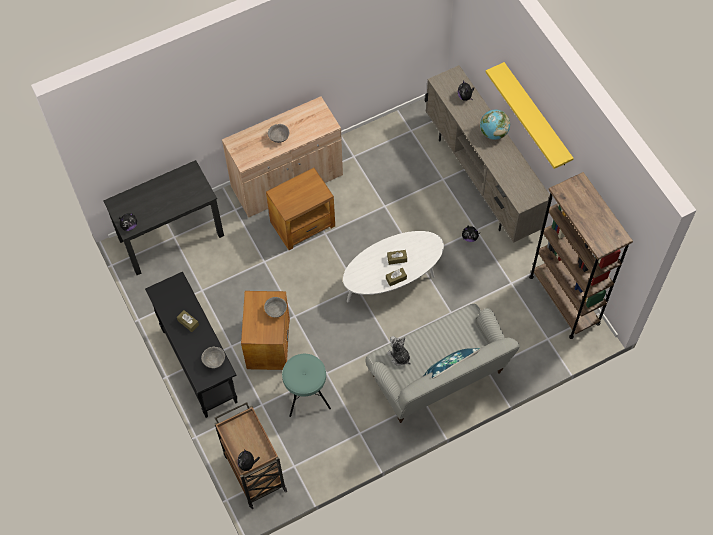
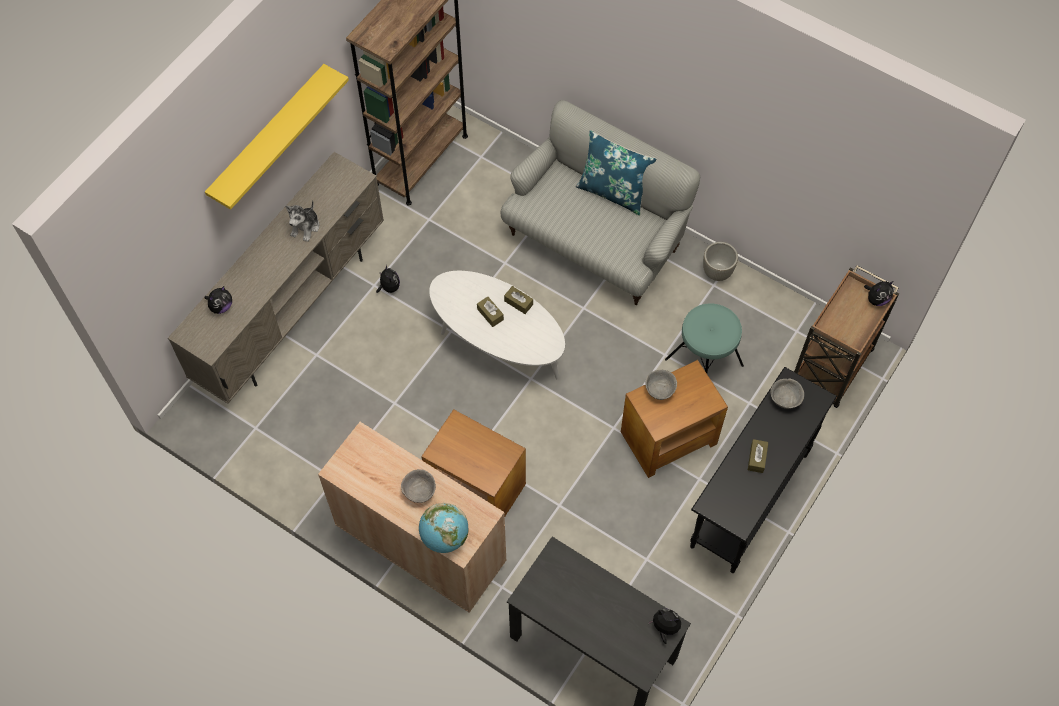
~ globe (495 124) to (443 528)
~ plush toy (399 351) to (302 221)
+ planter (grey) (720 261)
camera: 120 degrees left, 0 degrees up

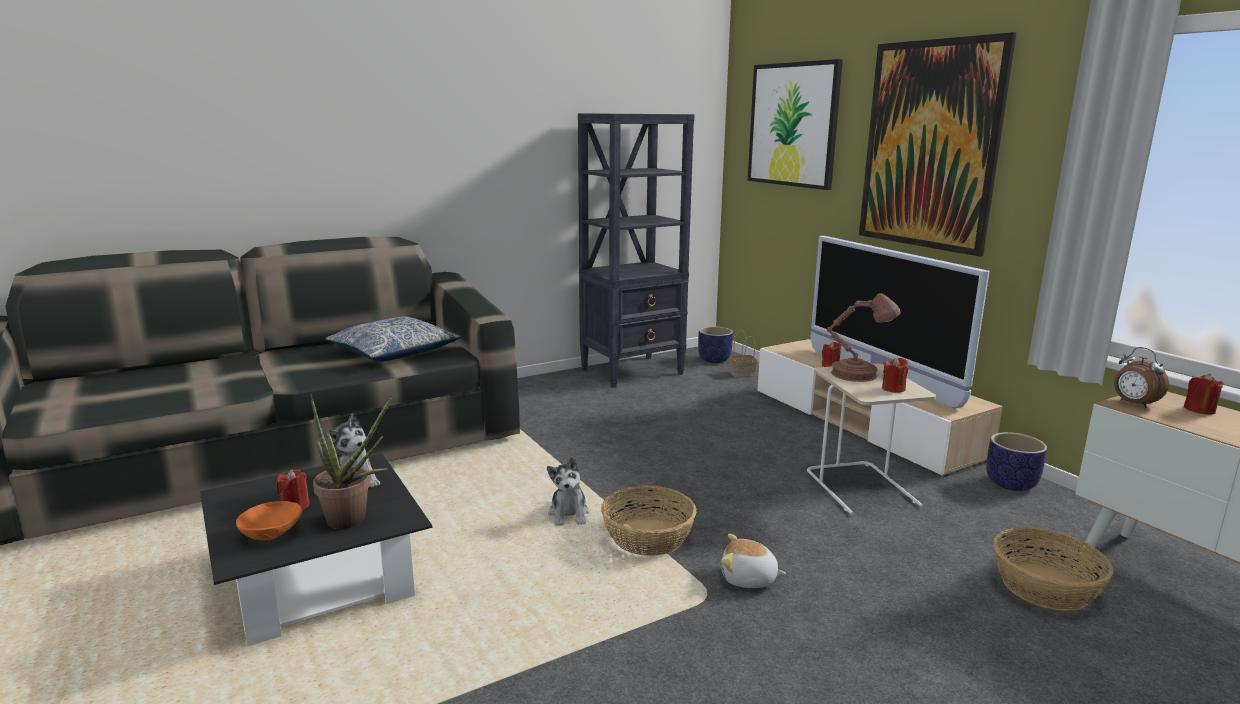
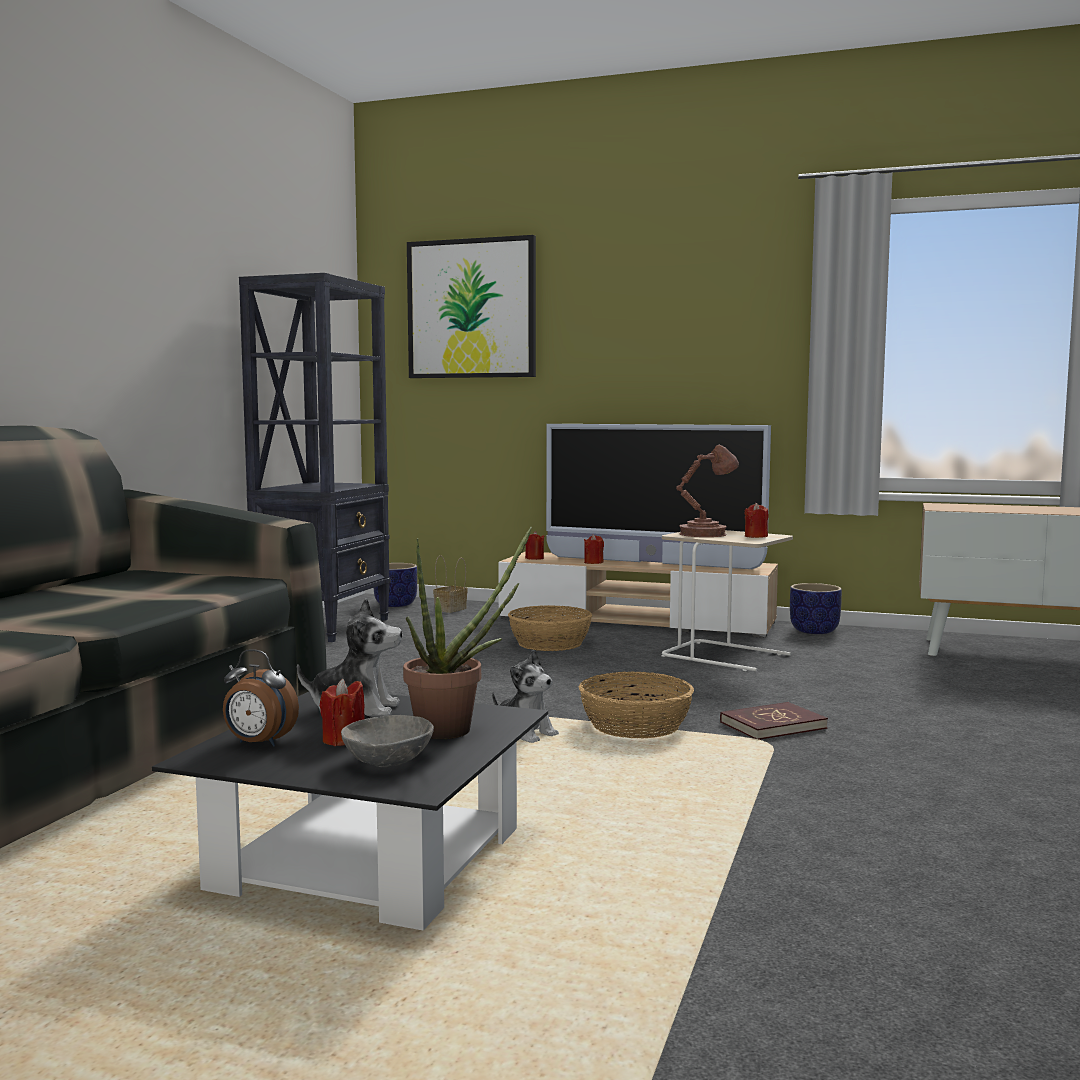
- picture (937 144)
- pillow (393 339)
~ alarm clock (1141 377) to (261 698)
~ candle (red) (1204 394) to (534 545)
~ bowl (orange) (269 521) to bowl (grey) (387 741)
~ basket (1053 569) to (550 628)
~ plush toy (753 561) to book (red) (774 721)
camera: 40 degrees left, 10 degrees down

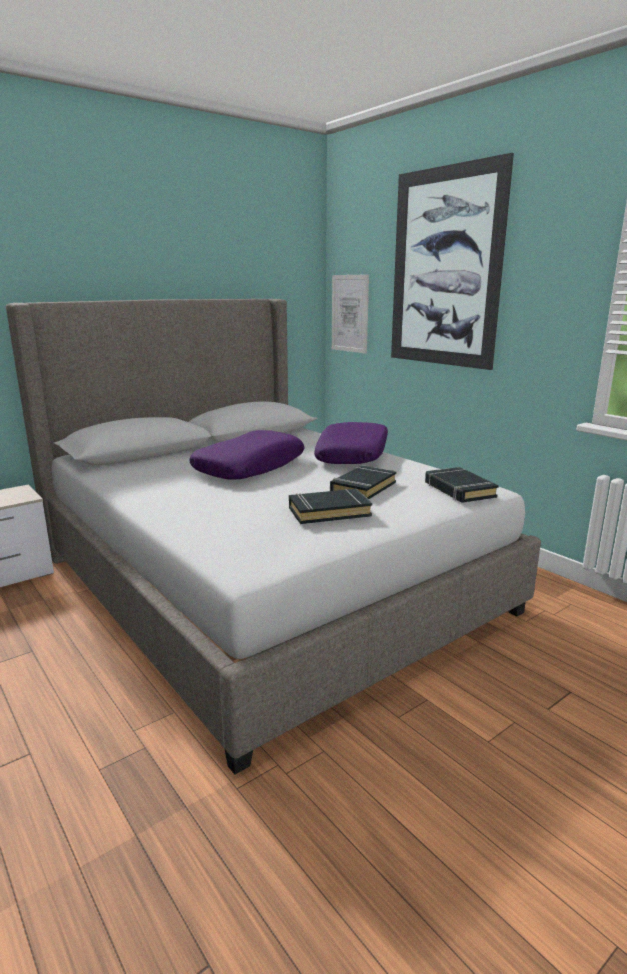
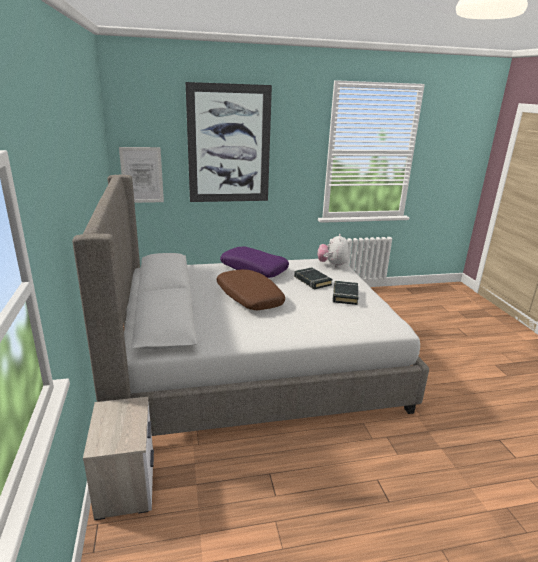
~ pillow (purple) (246 455) to pillow (brown) (250 289)
~ book (black) (462 485) to plush toy (333 251)
camera: 65 degrees left, 5 degrees up

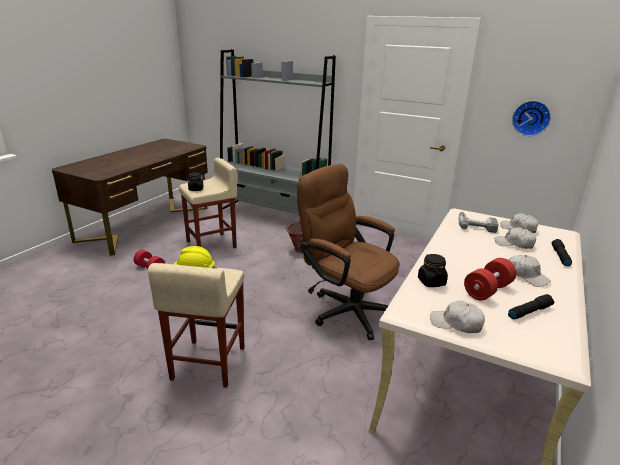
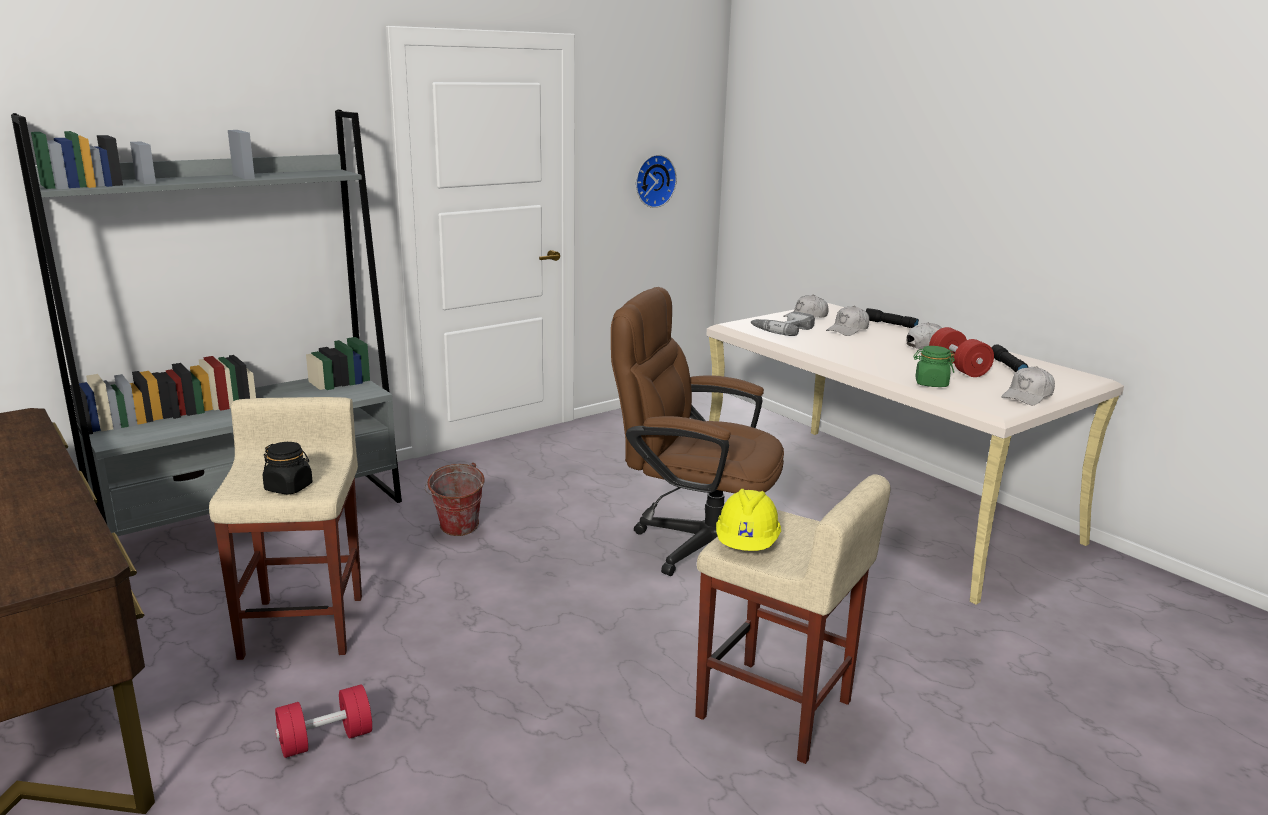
~ office chair (brown) (348 252) = (697 431) 45 degrees clockwise
~ jar (black) (433 270) to jar (green) (934 366)
camera: 65 degrees left, 5 degrees down

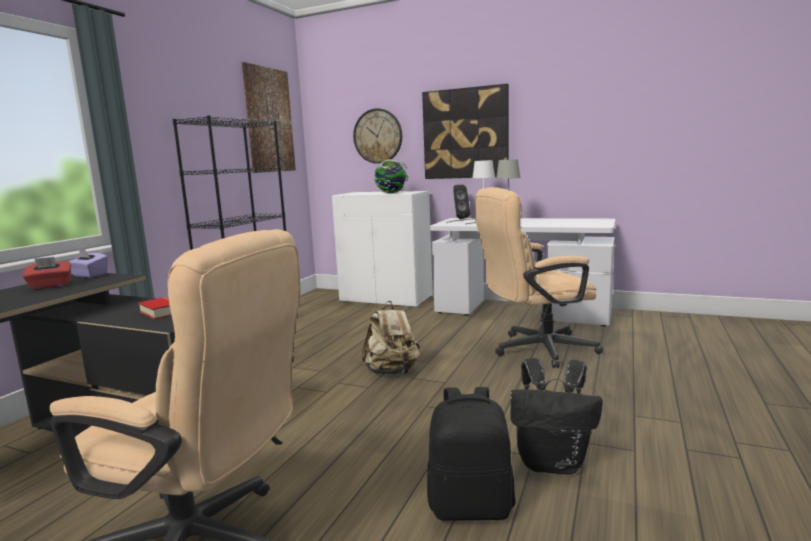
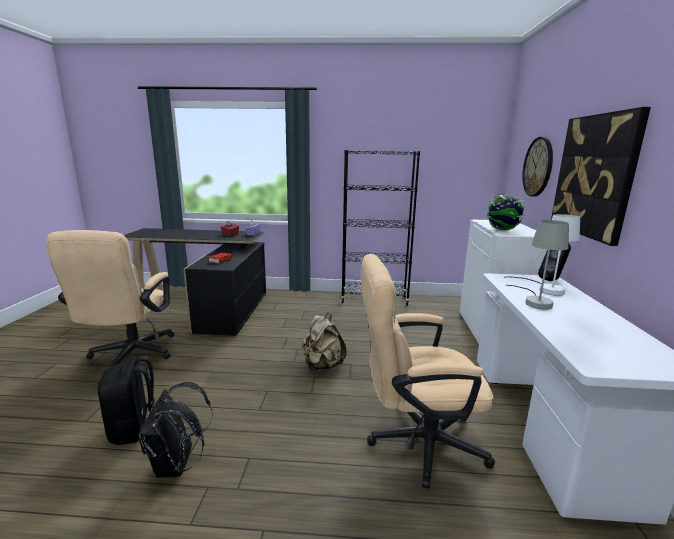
- picture (269 117)
~ office chair (beige) (539 277) = (428 371) 60 degrees counterclockwise
camera: 70 degrees right, 5 degrees up

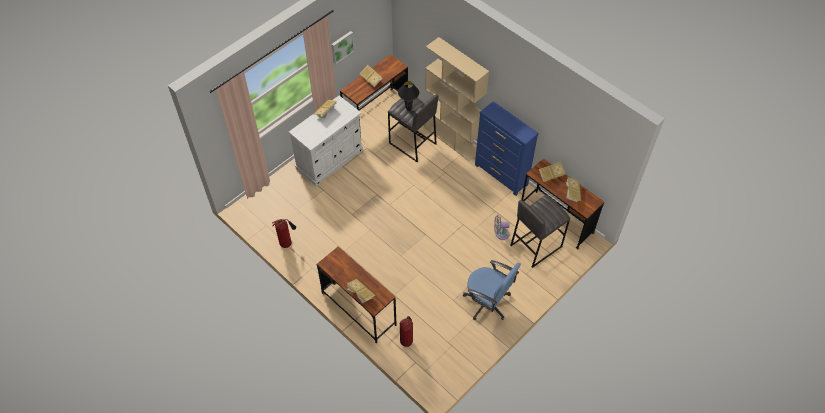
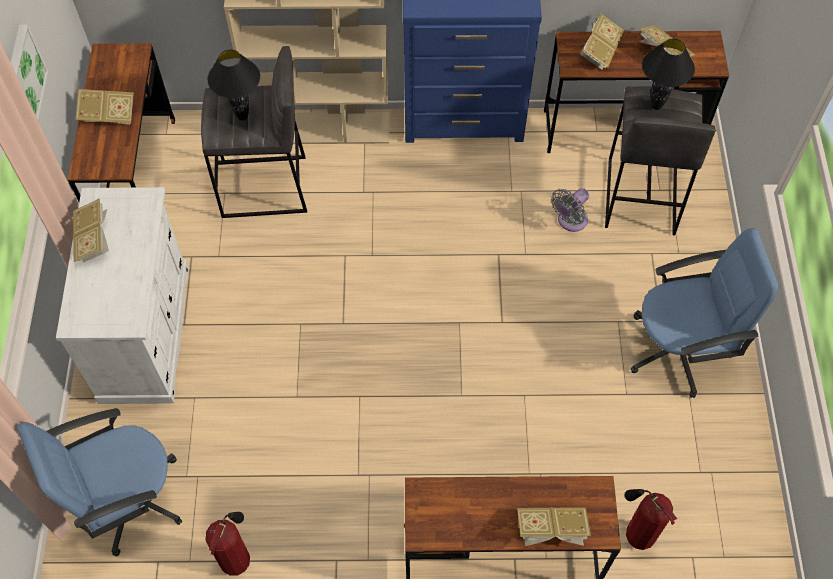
+ table lamp (black) (668 74)
+ office chair (blue) (99 482)
camera: 45 degrees left, 5 degrees up

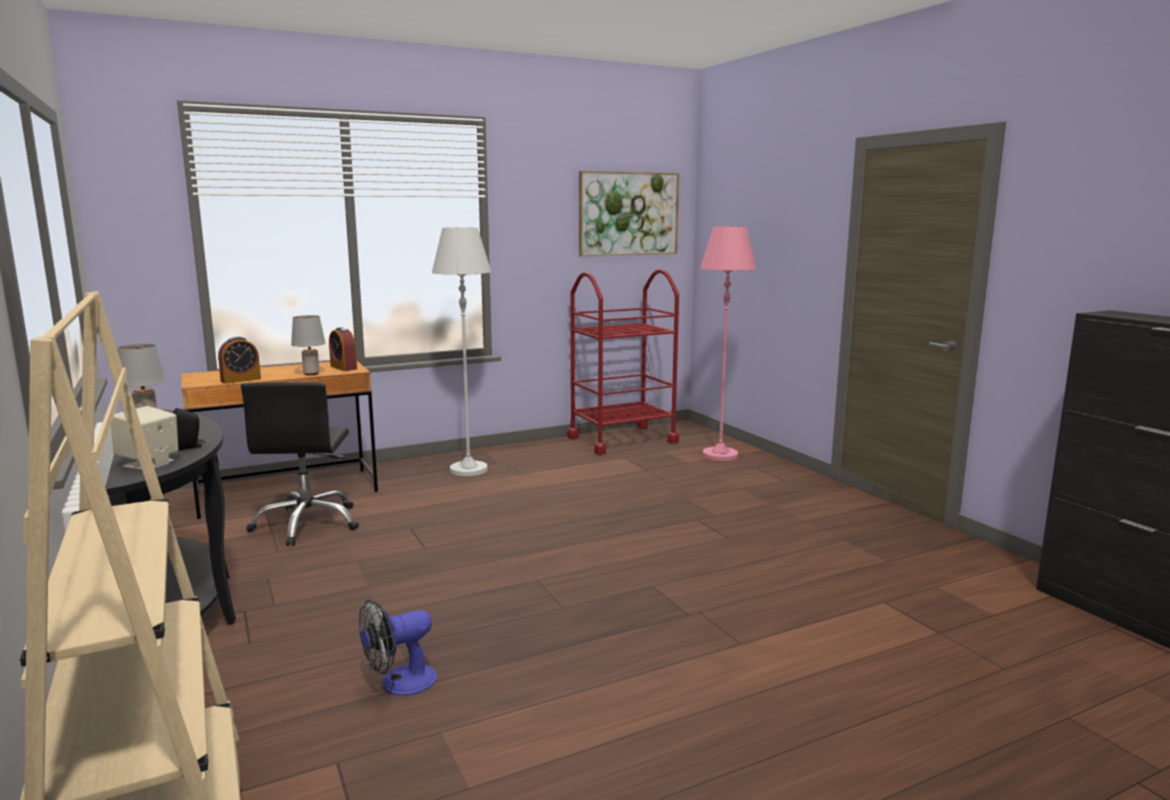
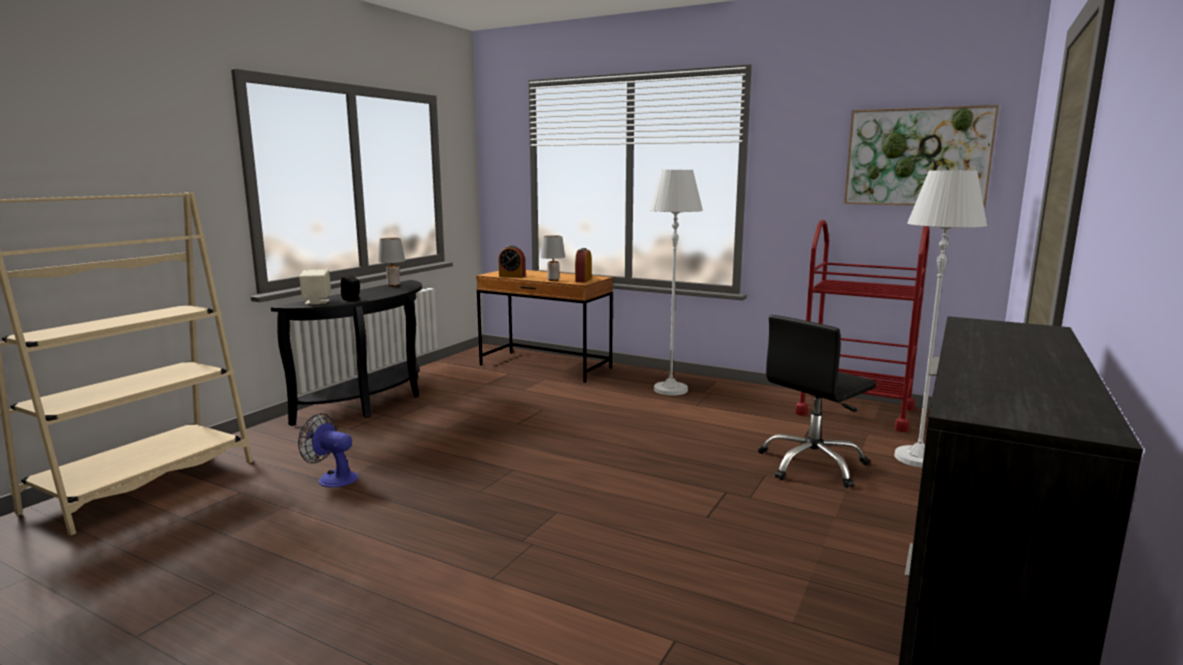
~ floor lamp (pink) (728 343) to floor lamp (white) (940 319)
~ office chair (black) (300 464) to (817 401)
camera: 55 degrees right, 0 degrees up

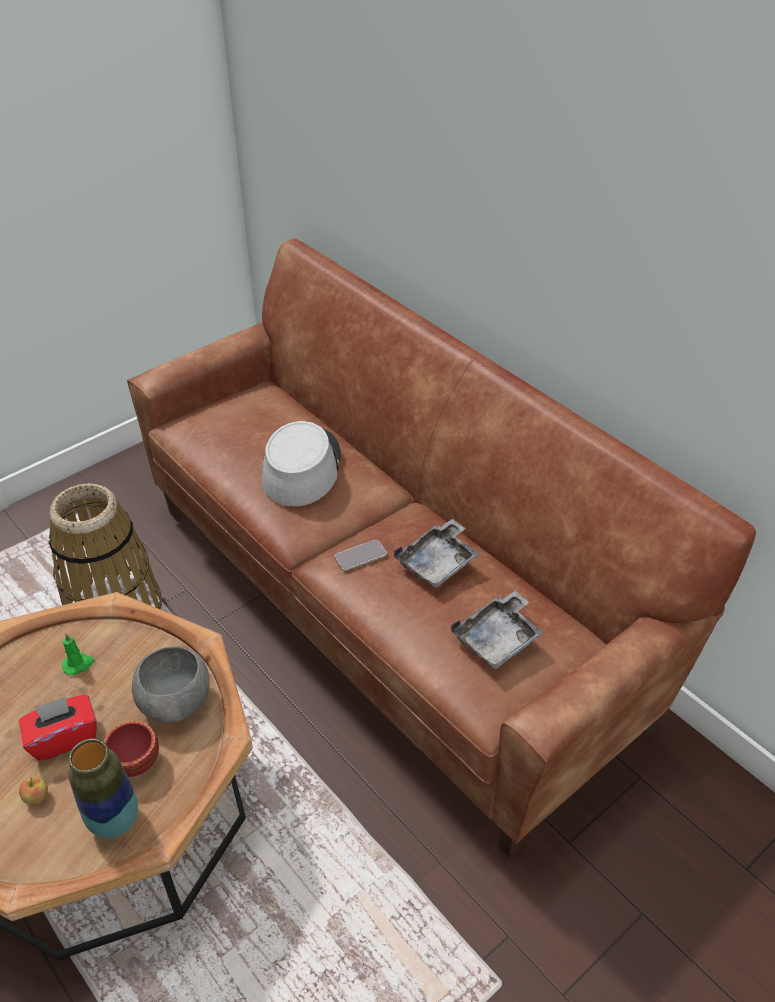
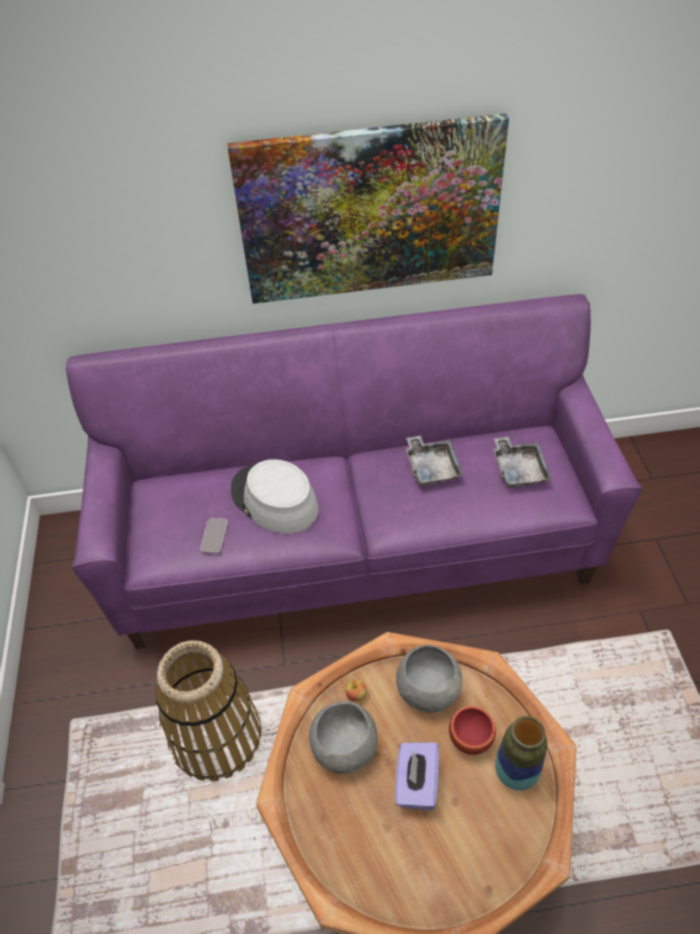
~ sofa (brown) (441 547) to sofa (purple) (354 471)
~ phone (361 555) to (214 535)
~ candle (green) (78 654) to bowl (grey) (343 737)
~ tissue box (red) (58 728) to tissue box (purple) (417 776)
~ apple (33 790) to (356 690)
+ picture (368 208)
camera: 55 degrees left, 5 degrees up

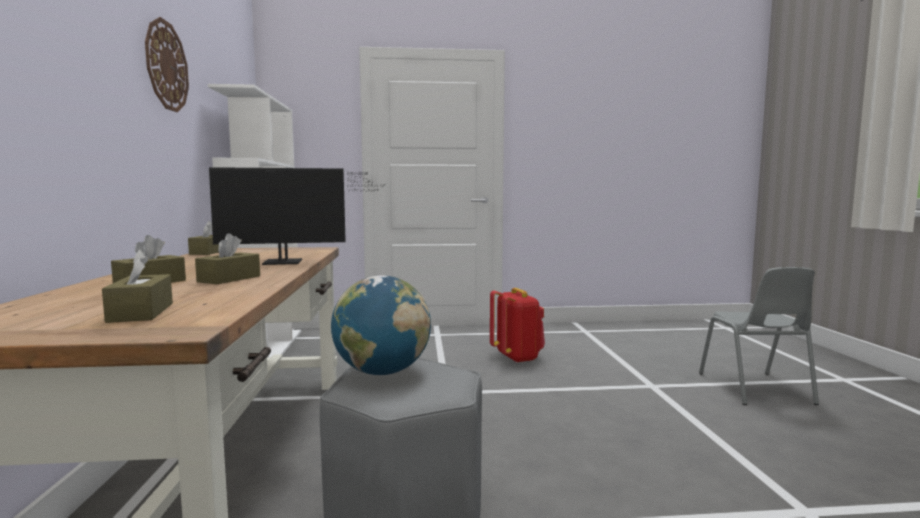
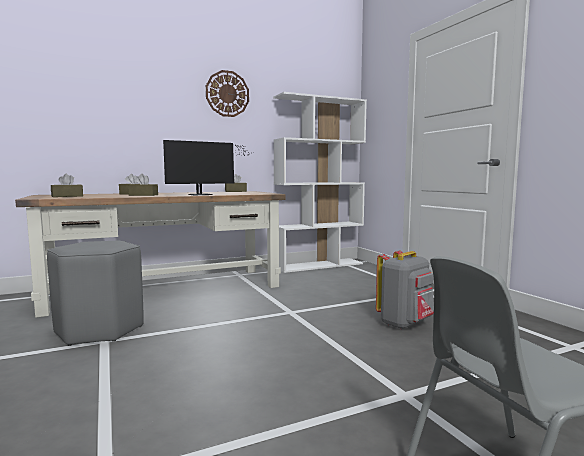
~ monitor (296 216) = (205 167) 90 degrees counterclockwise
- globe (381 325)
~ backpack (red) (517 325) to backpack (grey) (405 289)
camera: 70 degrees right, 0 degrees up

